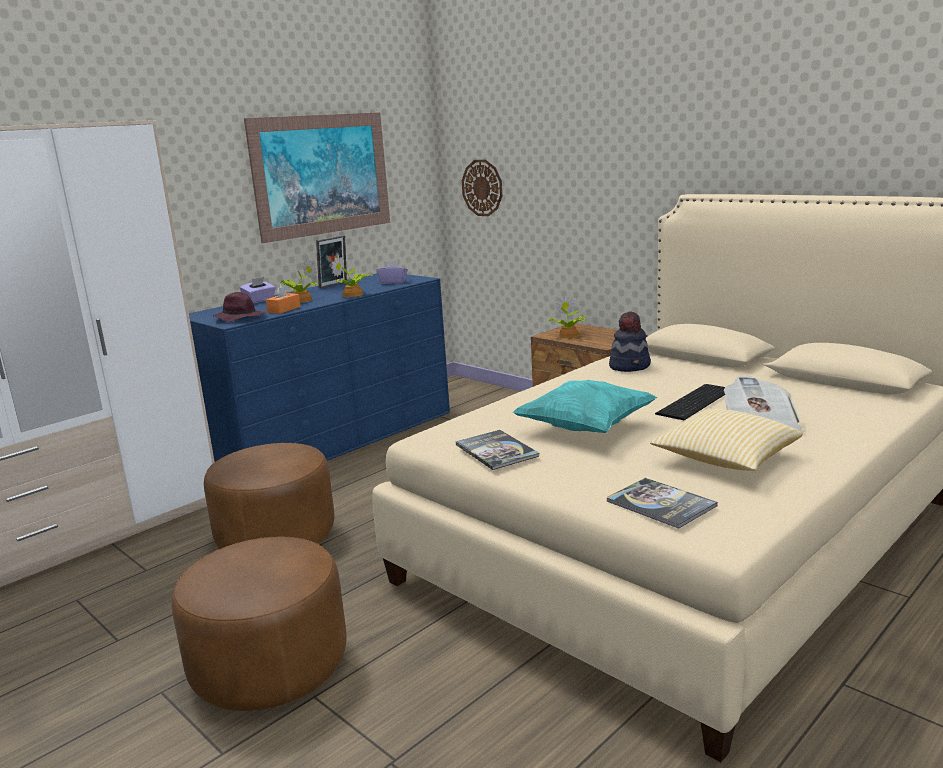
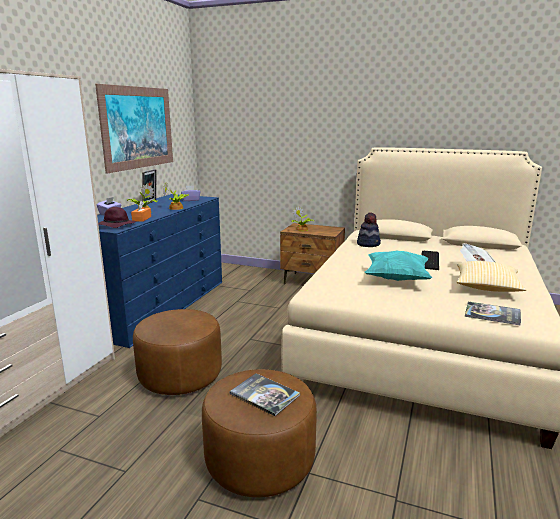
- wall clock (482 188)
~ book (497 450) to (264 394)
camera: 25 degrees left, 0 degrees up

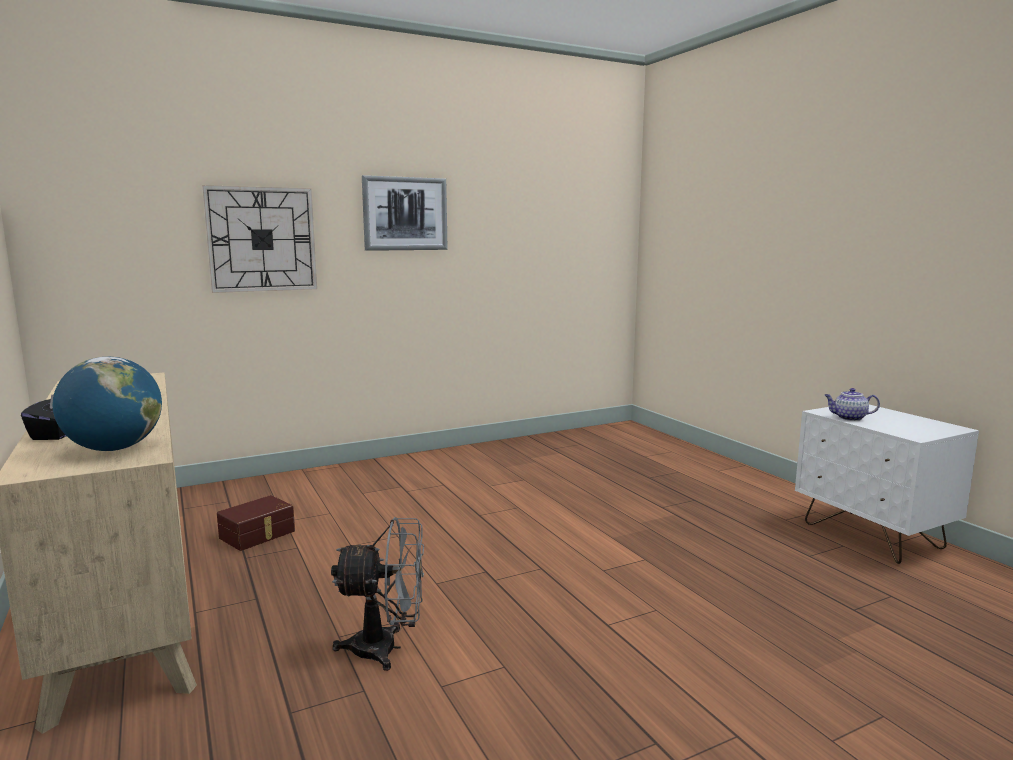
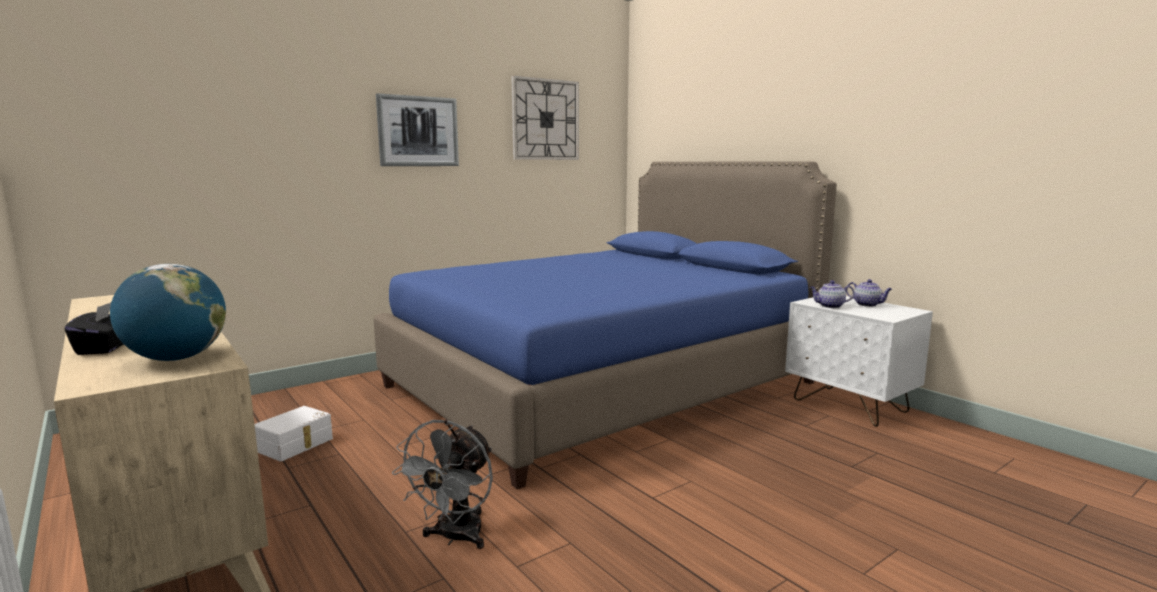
~ wall clock (259 239) to (545 117)
~ storage box (brown) (256 523) to storage box (white) (294 433)
~ fan (grey) (377 594) = (442 484) 120 degrees clockwise
+ bed (blue) (605 325)
+ teapot (869 293)
camera: 10 degrees left, 0 degrees up

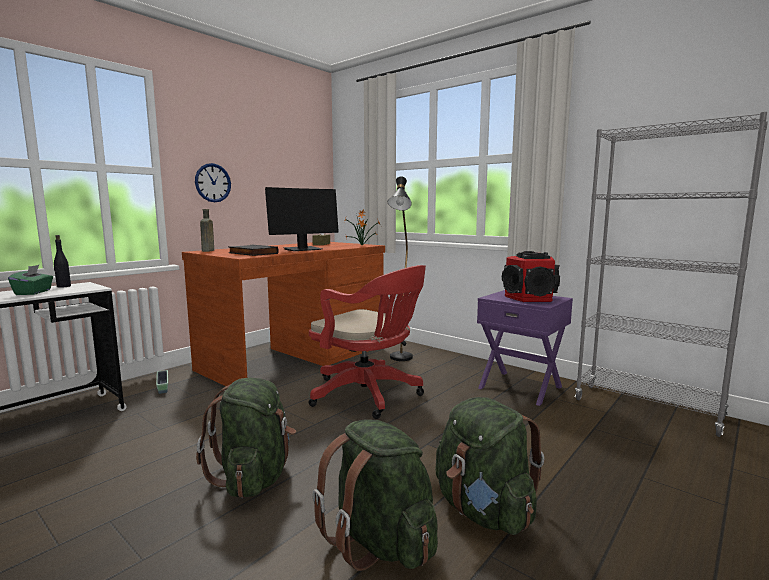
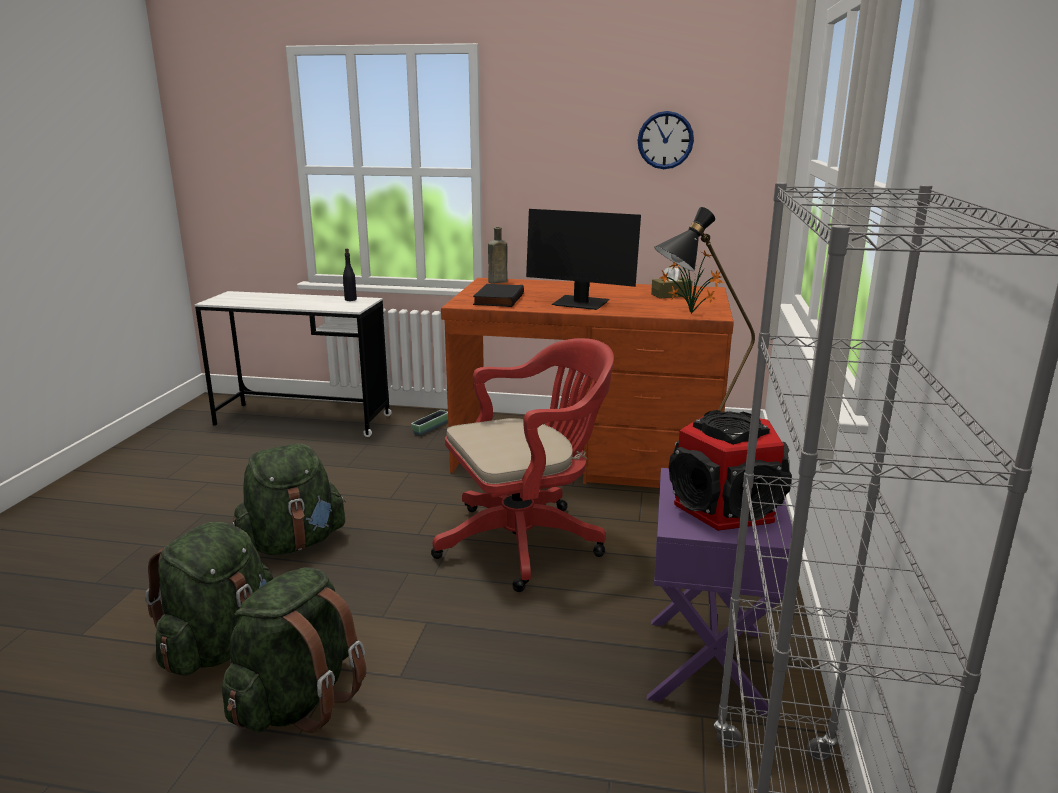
~ wall clock (213 182) to (666 140)
- tissue box (green) (30 280)
~ office chair (red) (367 342) = (522 465) 120 degrees counterclockwise
camera: 60 degrees right, 10 degrees up

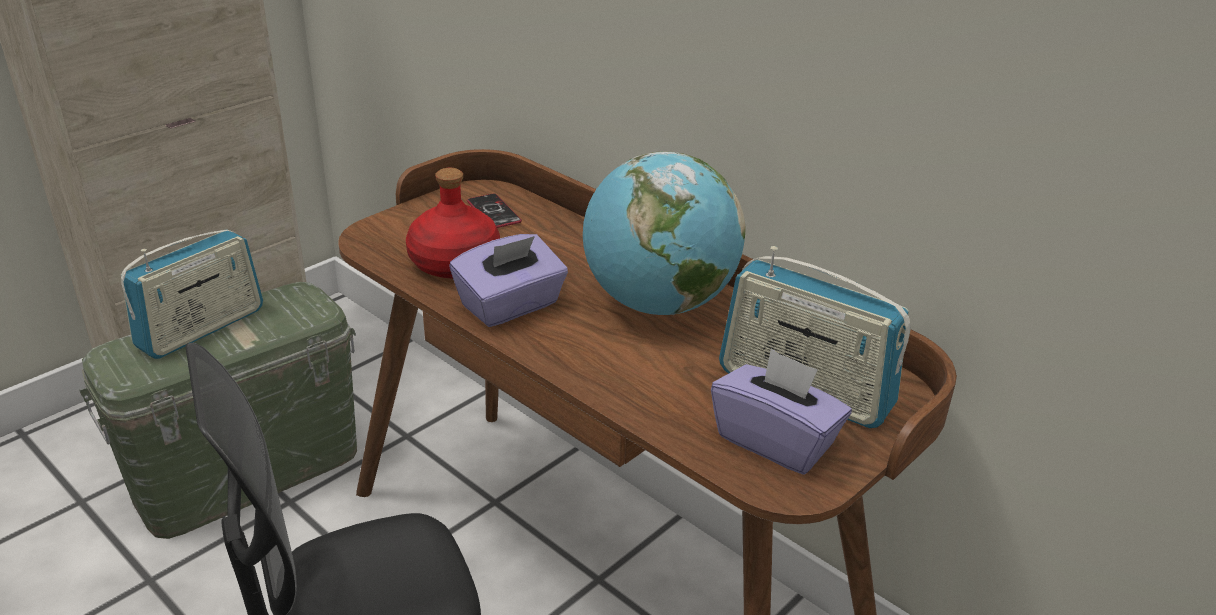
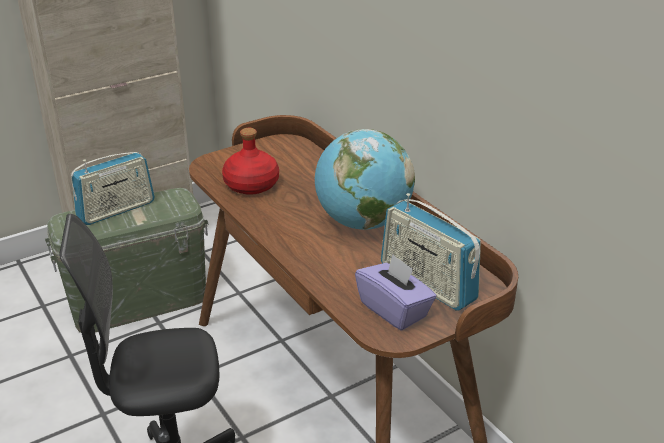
- phone (494 210)
- tissue box (purple) (508 280)
camera: 15 degrees right, 0 degrees up

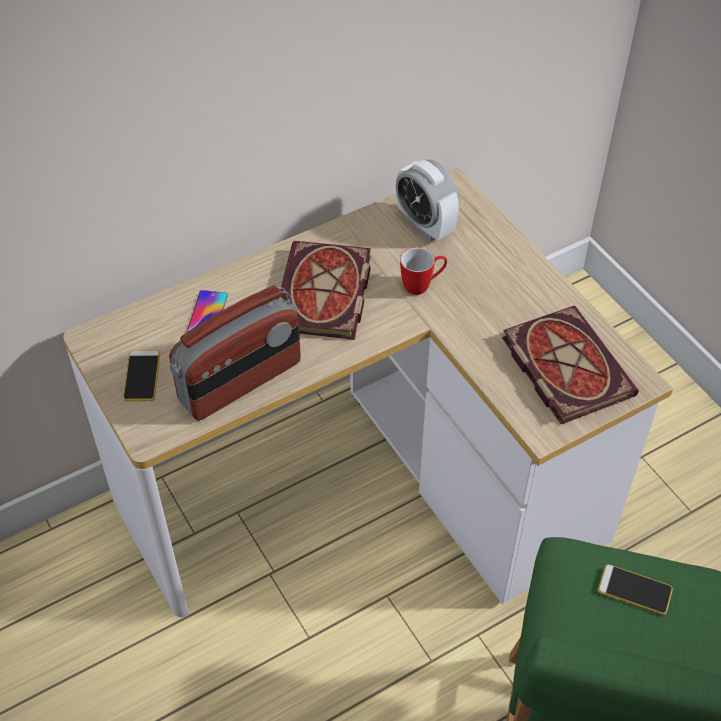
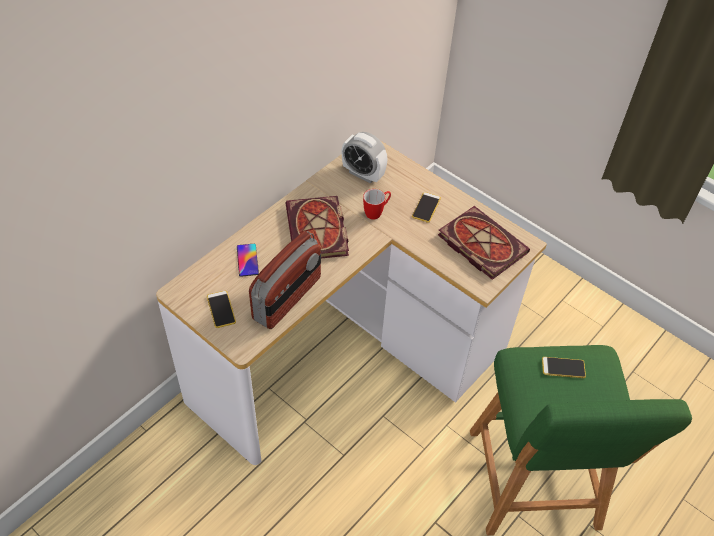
+ phone (426 207)
camera: 20 degrees left, 0 degrees up

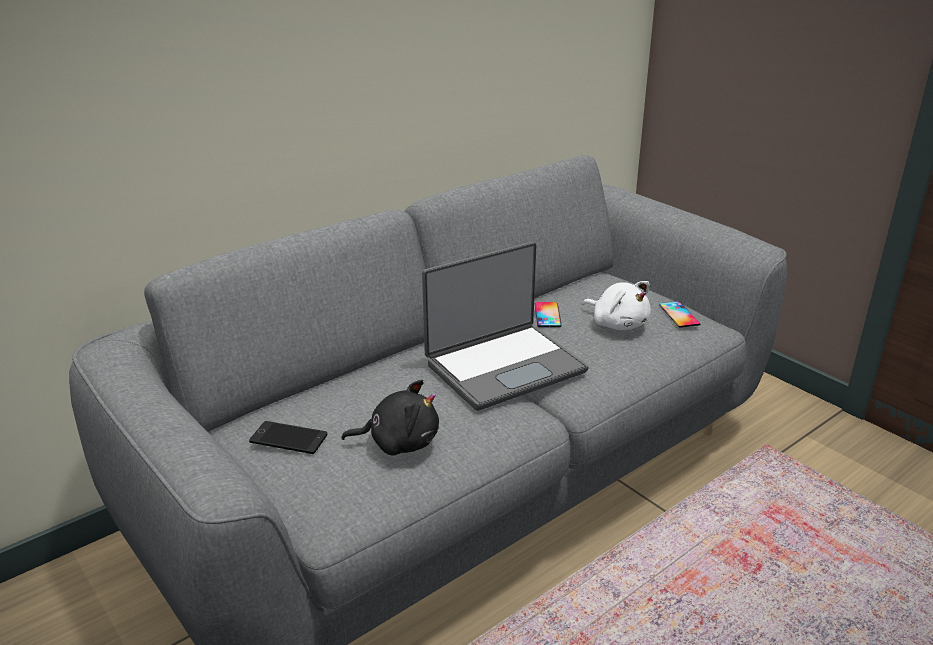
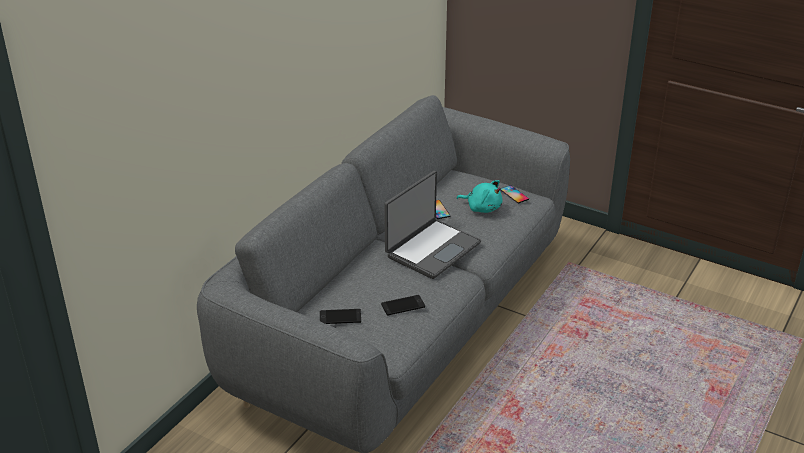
~ plush toy (white) (617 305) to plush toy (turquoise) (479 196)
~ plush toy (black) (390 418) to phone (403 305)
camera: 20 degrees left, 5 degrees up

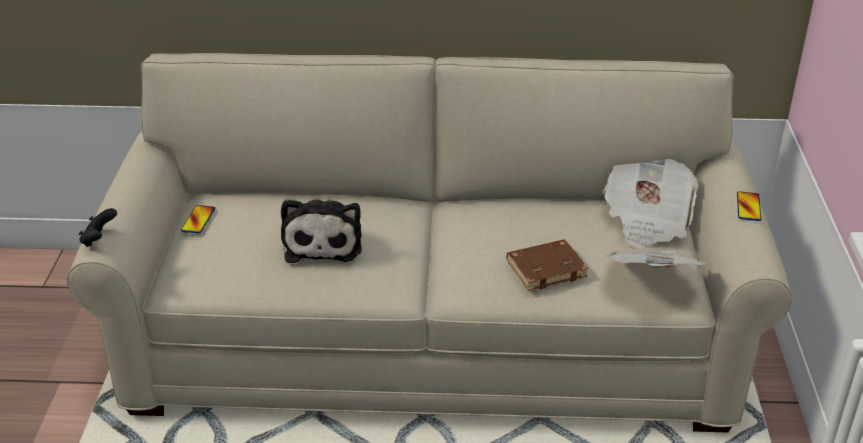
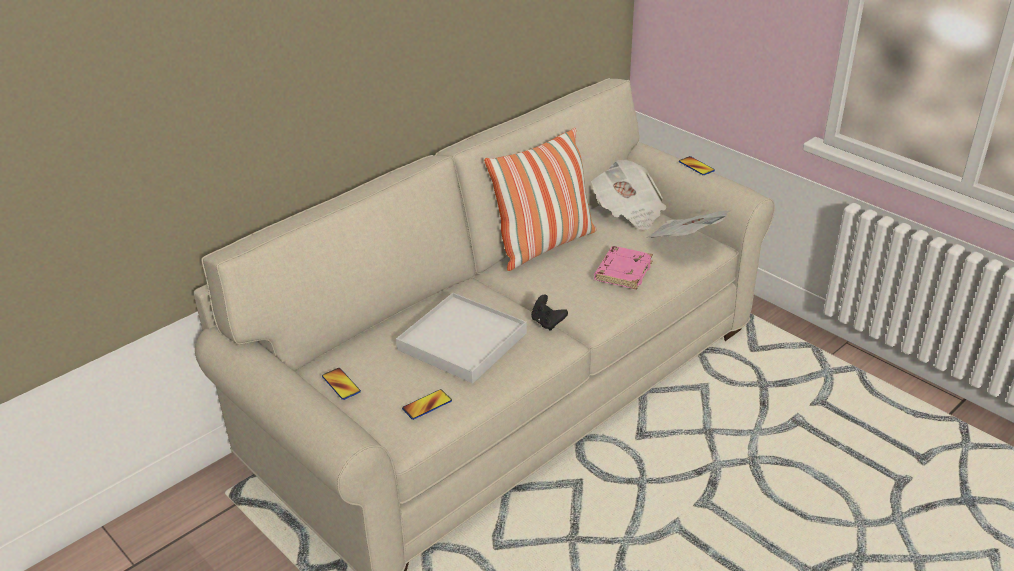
~ plush toy (321 231) to tray (white) (461 338)
~ game controller (black) (98 227) to (549 313)
~ book (brown) (547 265) to book (pink) (623 268)
+ pillow (540 199)
+ phone (427 404)
camera: 45 degrees left, 0 degrees up

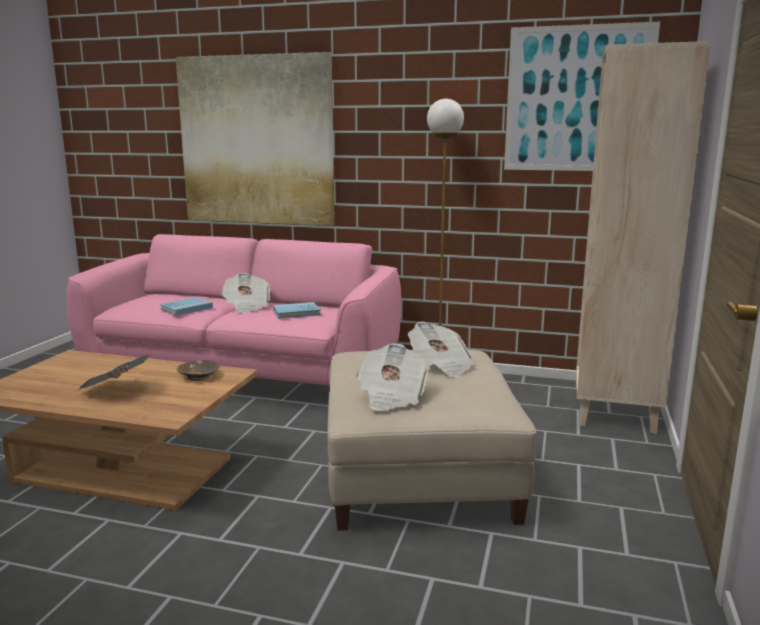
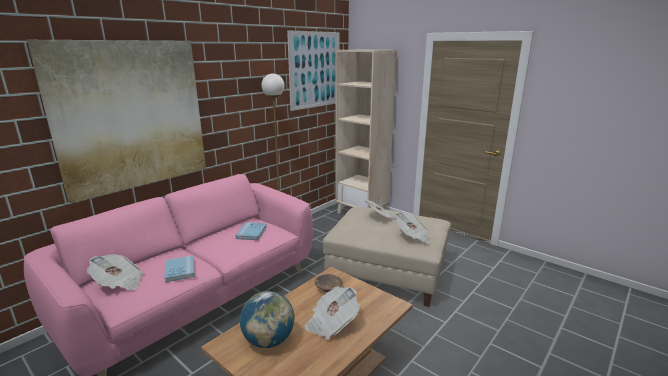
~ newspaper (245 293) to (115 272)
+ globe (267 319)
camera: 65 degrees left, 5 degrees up

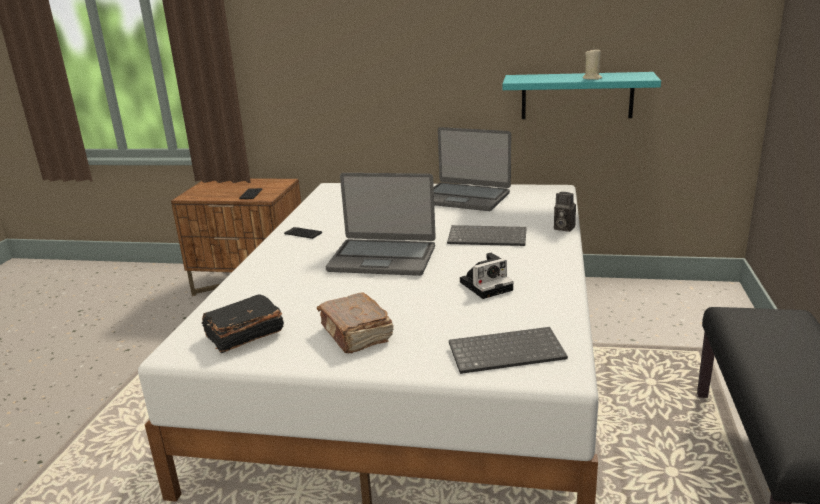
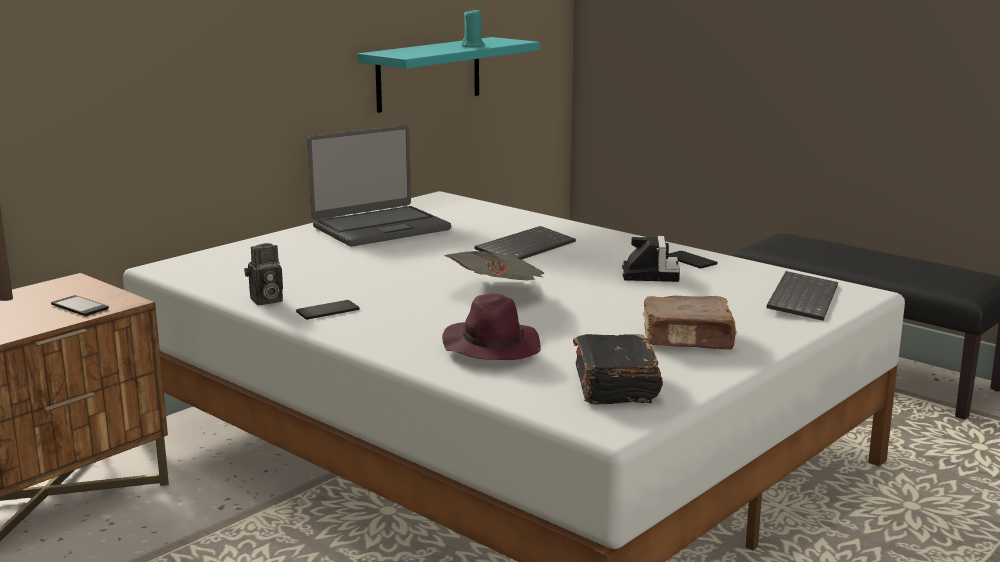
~ candle (beige) (592 64) to candle (turquoise) (473 28)
~ laptop (381 224) to newspaper (494 265)
~ photo camera (565 212) to (263 274)
+ phone (692 259)
+ hat (purple) (491 327)
camera: 60 degrees left, 5 degrees down

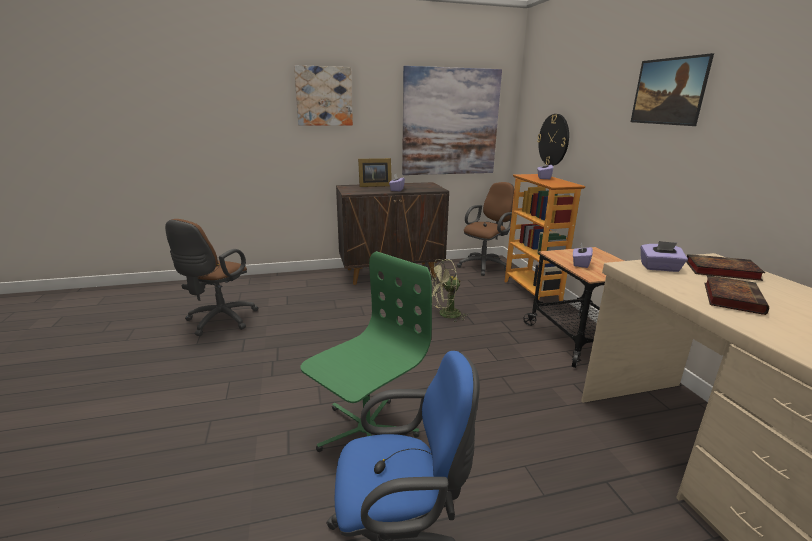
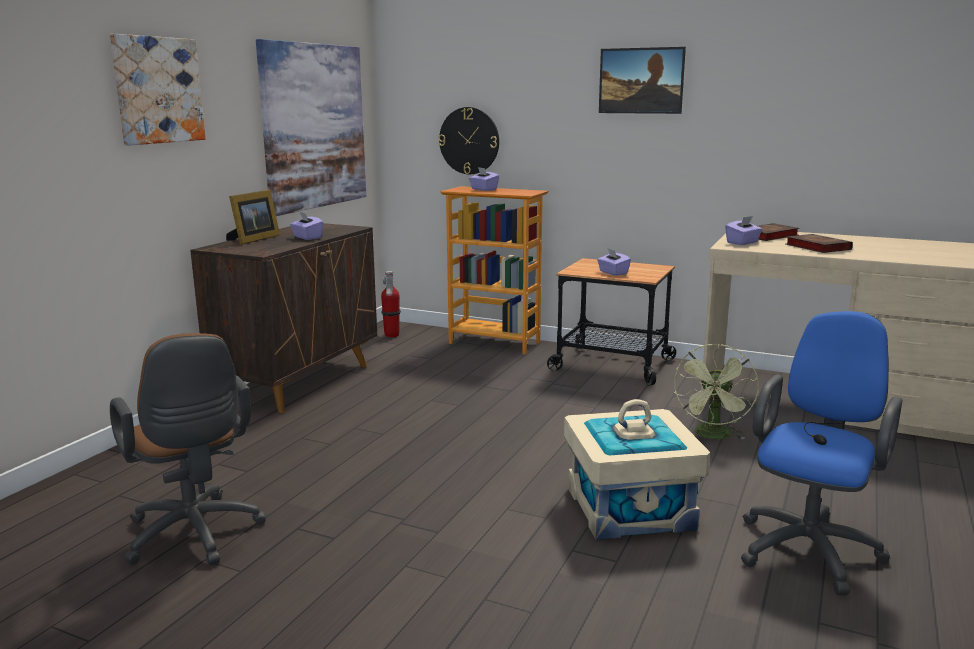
~ office chair (brown) (485 229) to fire extinguisher (391 304)
~ office chair (green) (366 351) to storage box (beige) (637 469)
~ fan (green) (449 290) to (716 391)
camera: 50 degrees left, 5 degrees down

